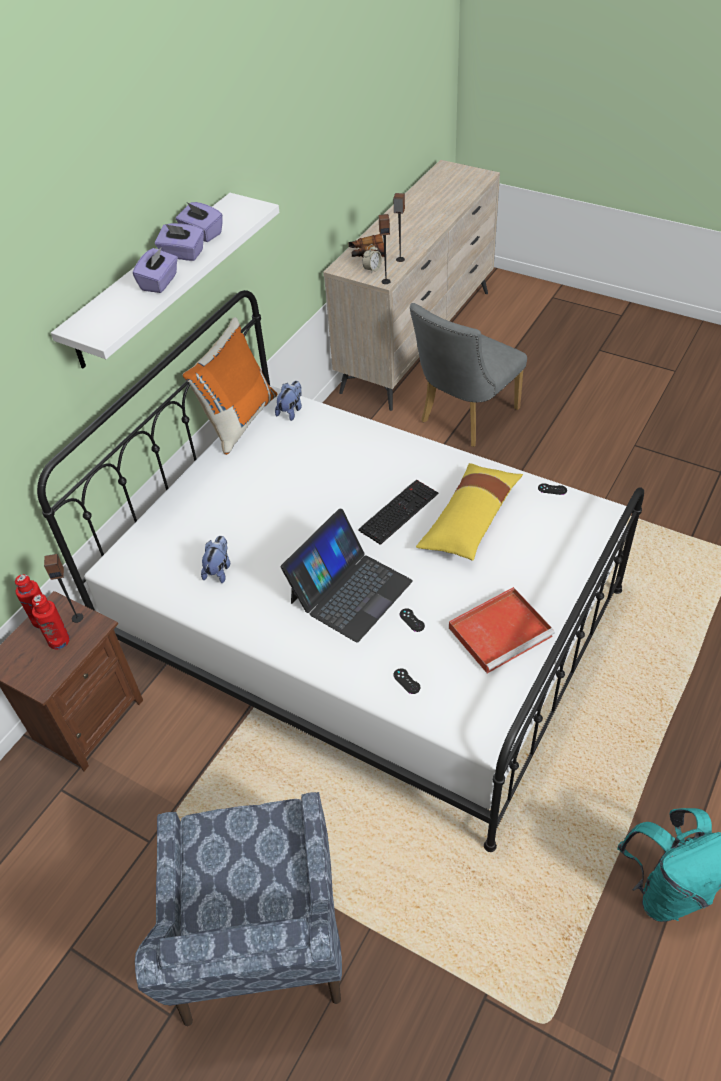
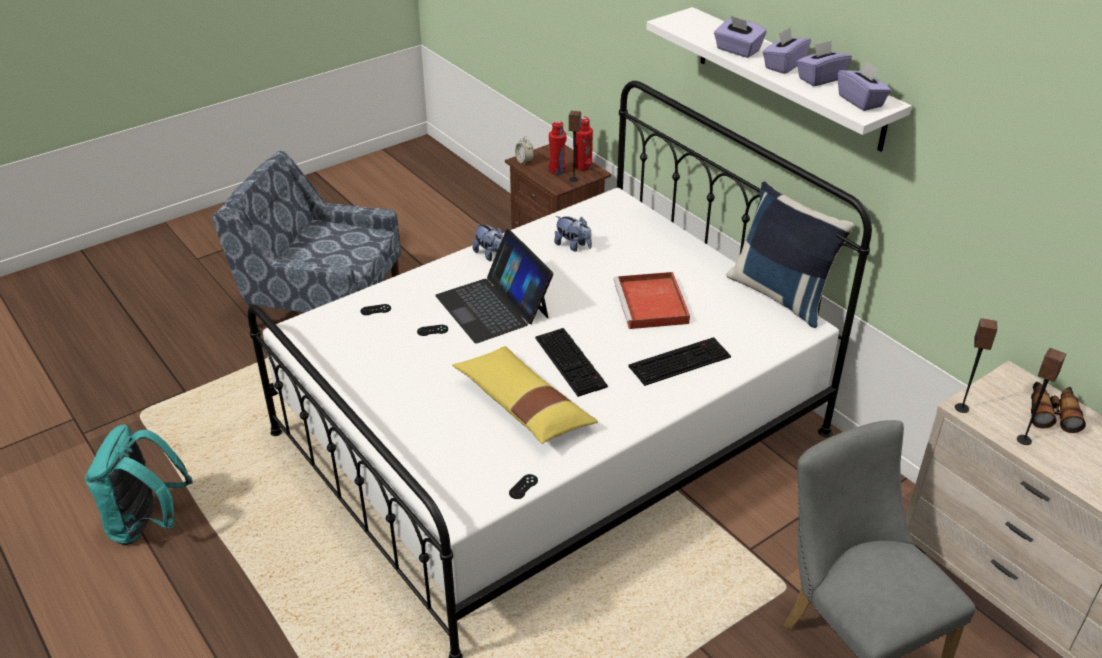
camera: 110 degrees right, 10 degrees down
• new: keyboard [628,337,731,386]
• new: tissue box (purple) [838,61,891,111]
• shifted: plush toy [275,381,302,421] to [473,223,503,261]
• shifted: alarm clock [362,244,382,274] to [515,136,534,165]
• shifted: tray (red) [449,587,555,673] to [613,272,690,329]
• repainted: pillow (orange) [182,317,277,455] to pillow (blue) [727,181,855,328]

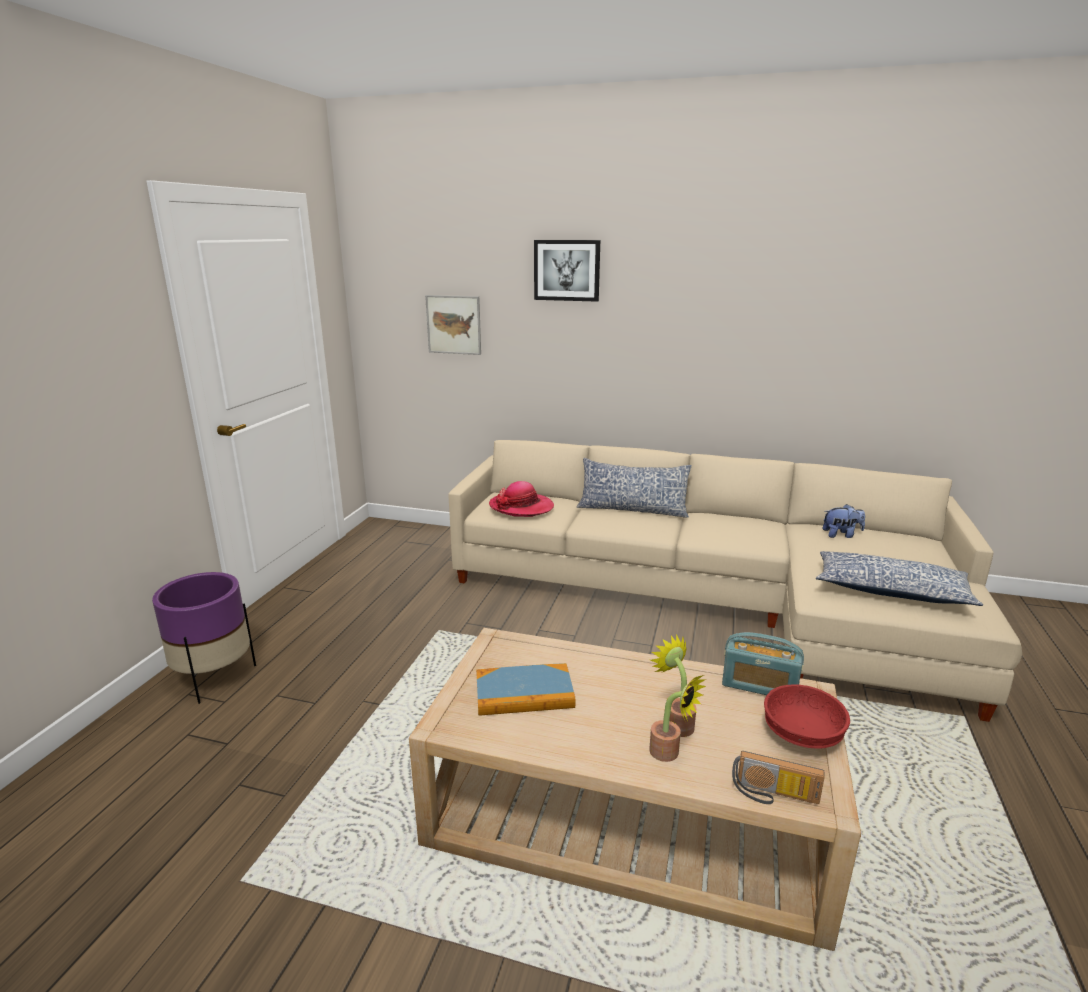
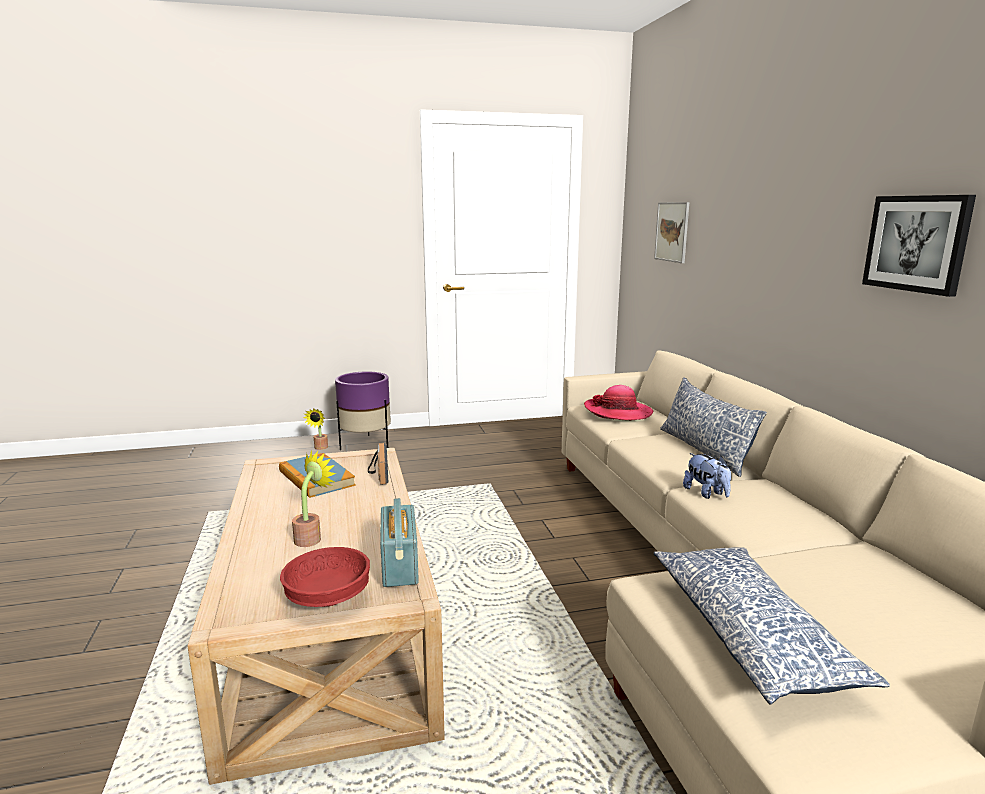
camera: 60 degrees right, 5 degrees down
• shifted: picture [534,240,600,302] to [862,195,976,297]
• shifted: potted plant [649,675,707,762] to [304,408,328,450]
• shifted: radio [732,751,825,804] to [368,443,388,485]
• shifted: plush toy [823,504,865,538] to [683,453,731,499]

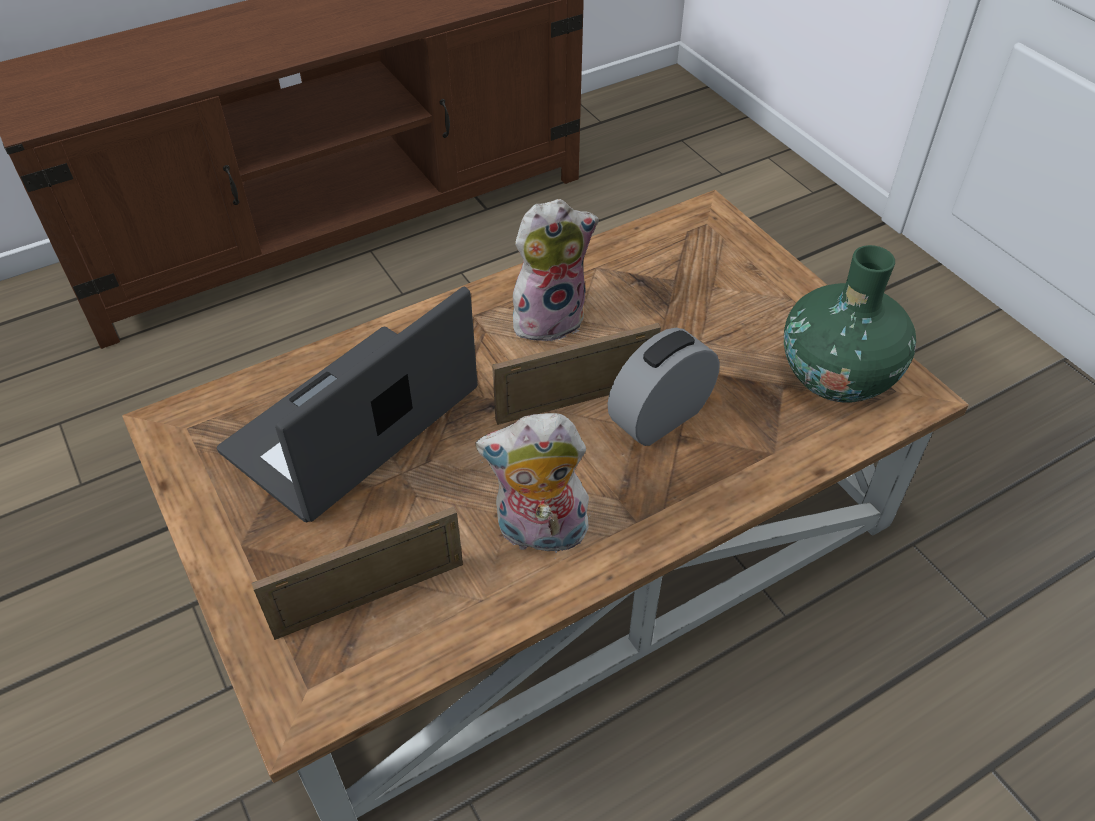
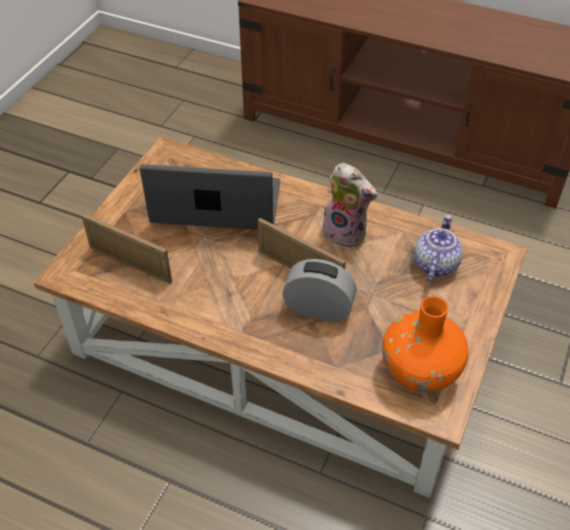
camera: 55 degrees right, 0 degrees up
• gone: plush toy [476,413,590,559]
• new: teapot [414,215,463,282]
• repainted: vase (green) [784,245,916,403] to vase (orange) [382,296,469,393]

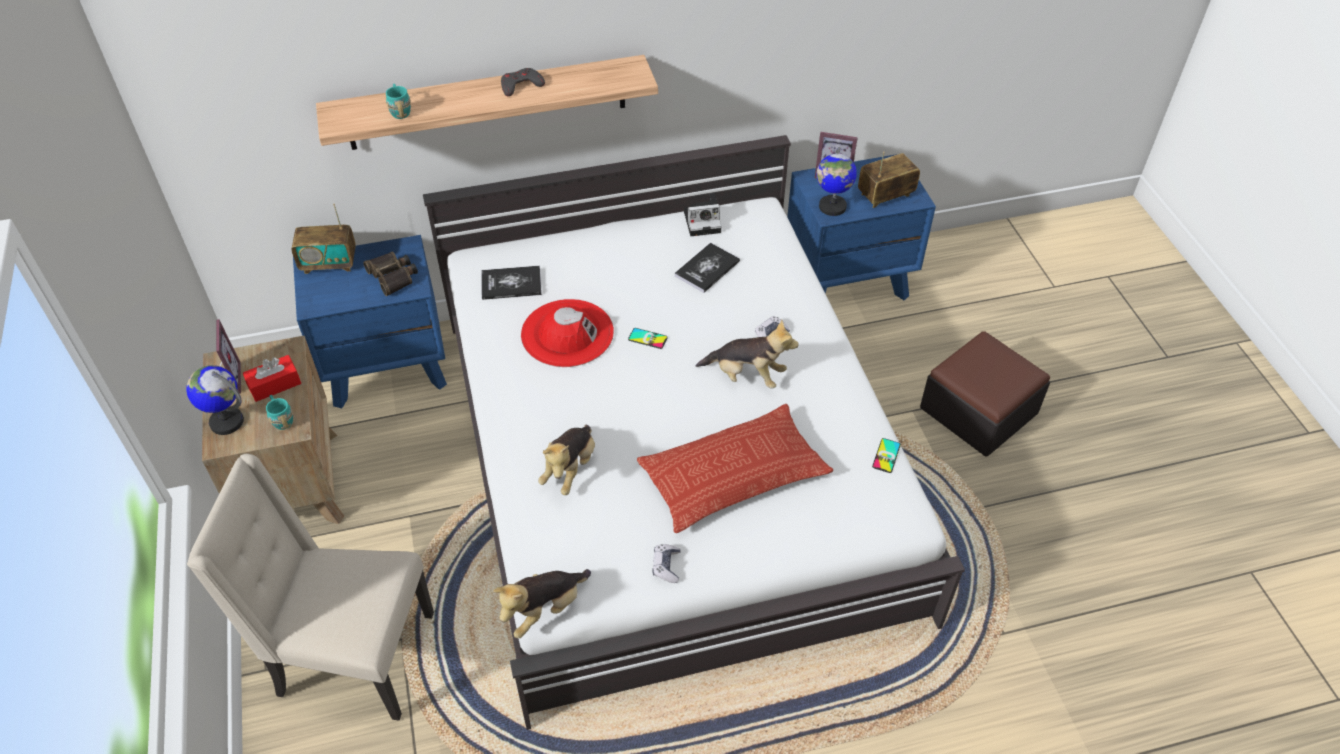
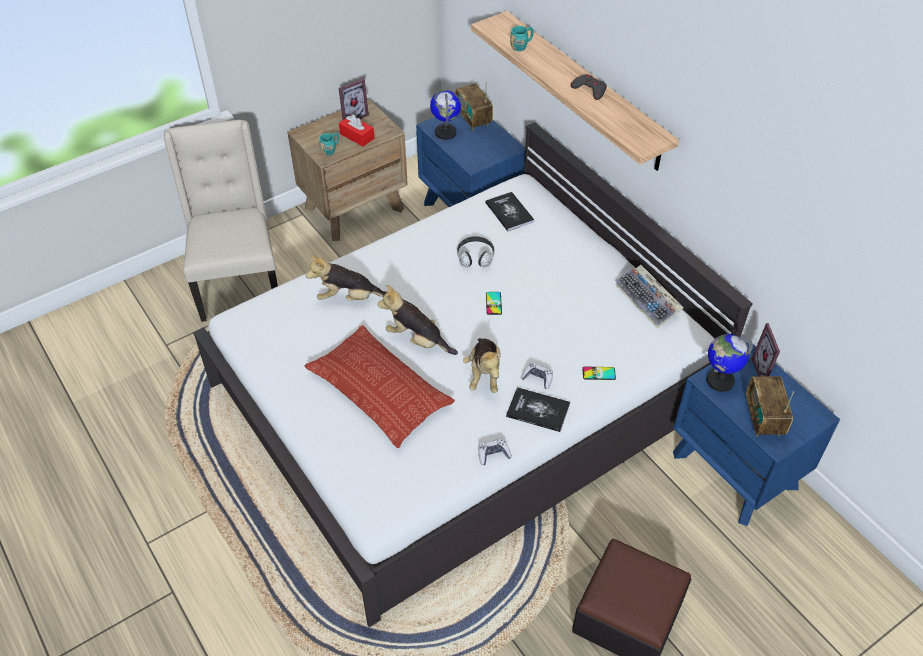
camera: 70 degrees right, 0 degrees up
• gone: binoculars [363,251,418,296]
• shifted: globe [186,365,244,435] to [430,90,461,140]
• shifted: plush toy [494,569,591,638] to [377,285,458,355]
• shifted: game controller [652,544,680,583] to [478,439,512,465]
• shifted: book [675,243,740,293] to [506,387,570,432]
• shifted: phone [872,438,901,473] to [582,367,616,380]
• swapped: hat (red) [521,299,614,367] to headphones [457,236,495,267]
• swapped: photo camera [684,193,722,236] to keyboard [615,265,684,328]
• rotated: radio [858,152,920,208] = [746,376,794,437] 135 degrees counterclockwise

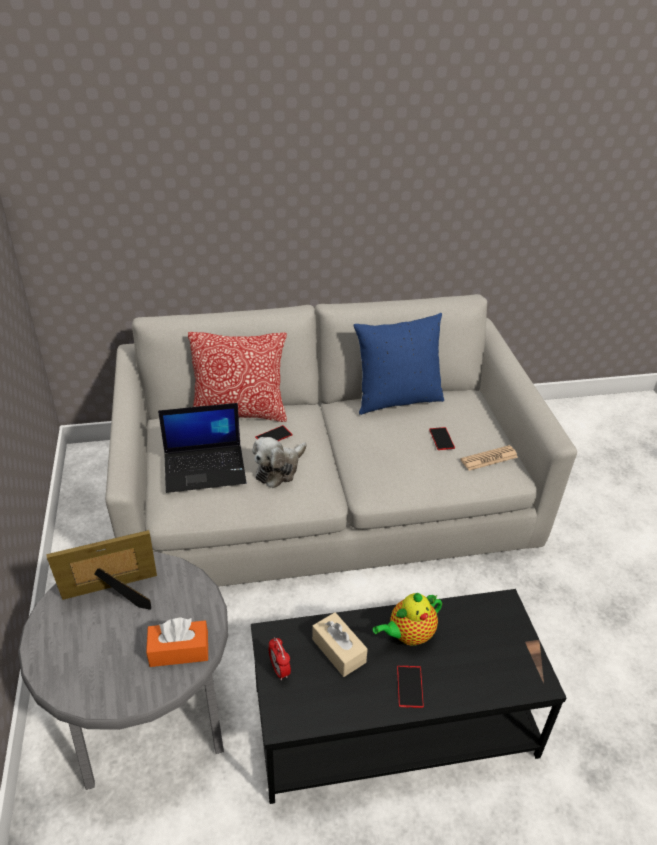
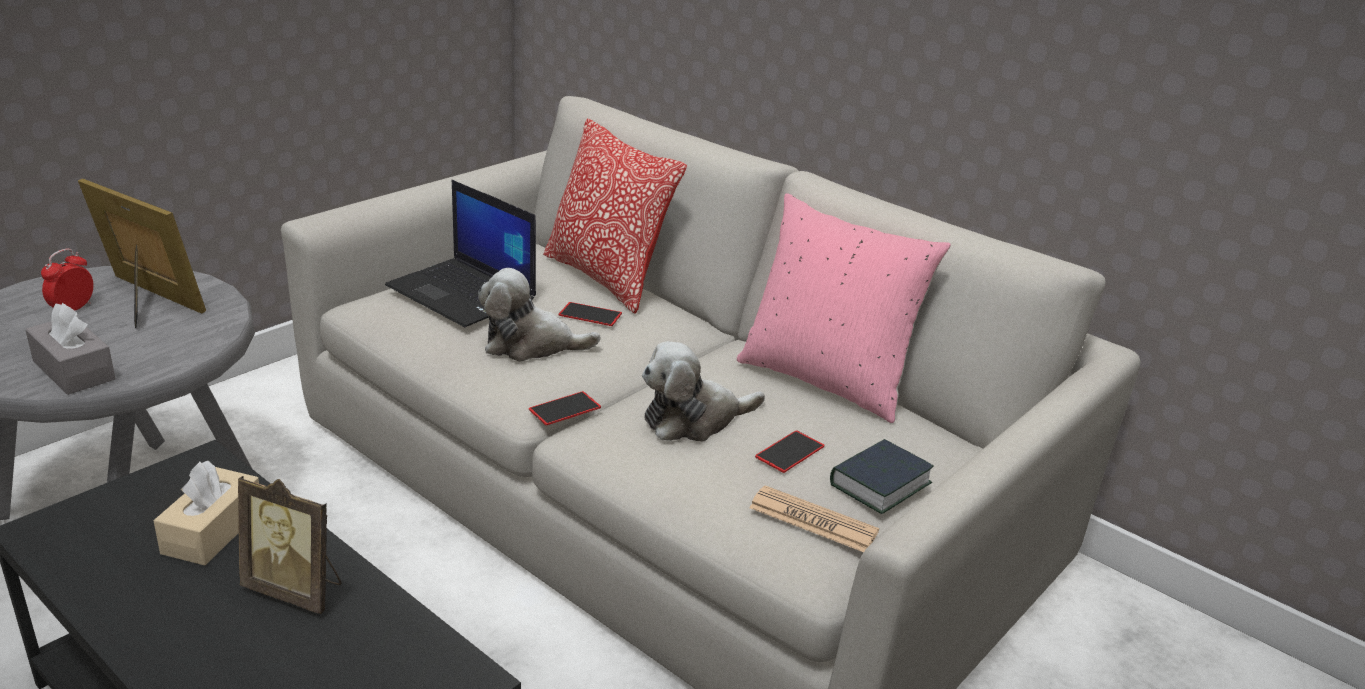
camera: 50 degrees right, 10 degrees down
• new: plush toy [642,341,765,442]
• new: book [830,439,934,514]
• shifted: alarm clock [269,637,291,680] to [41,249,94,311]
• shifted: phone [397,665,424,708] to [529,391,601,425]
• swapped: teapot [373,593,442,646] to picture frame [238,476,342,614]
• repainted: tissue box (orange) [146,617,208,667] to tissue box (grey) [25,303,115,395]
• repainted: pillow (blue) [353,313,444,415] to pillow (pink) [737,193,951,423]

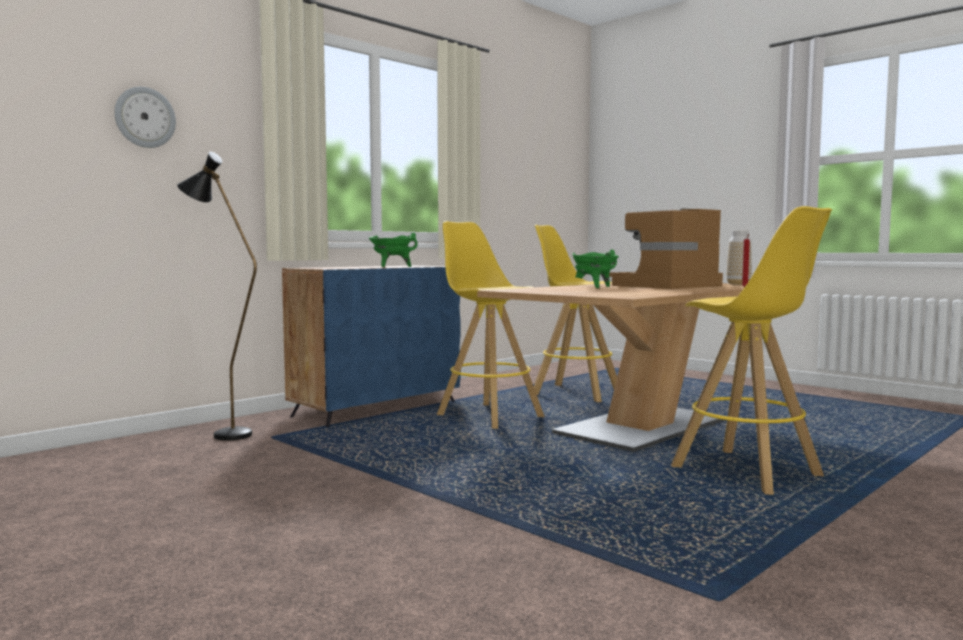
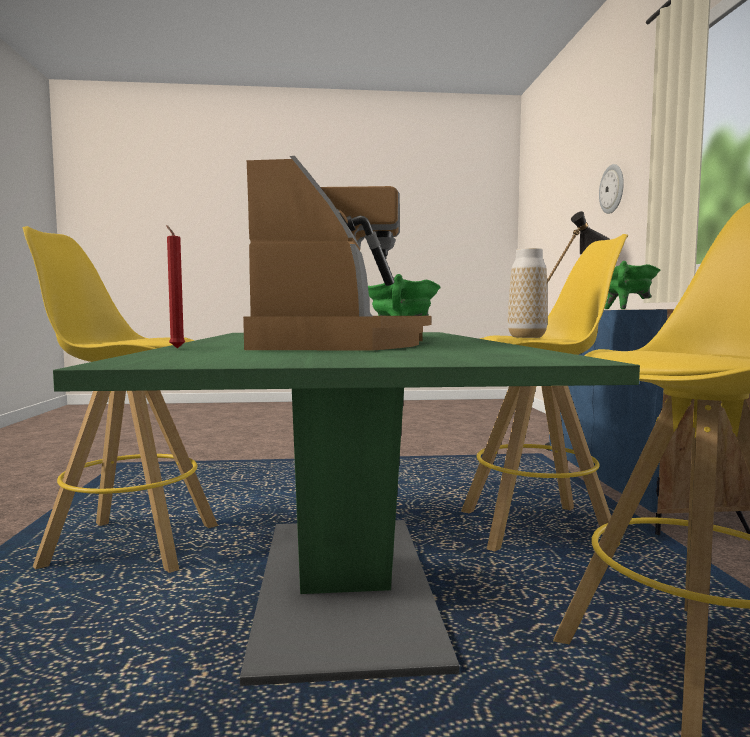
camera: 130 degrees right, 0 degrees up
• shifted: vase [726,230,752,285] to [508,248,548,338]
• repainted: dining table (brown) [477,283,744,452] to dining table (green) [53,332,640,686]

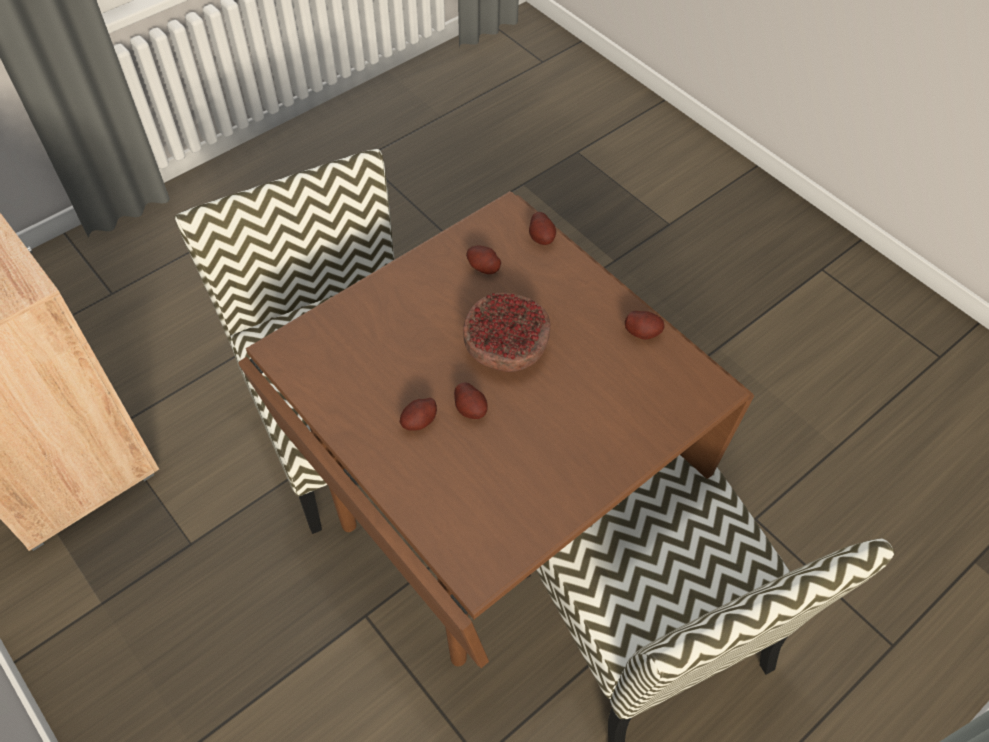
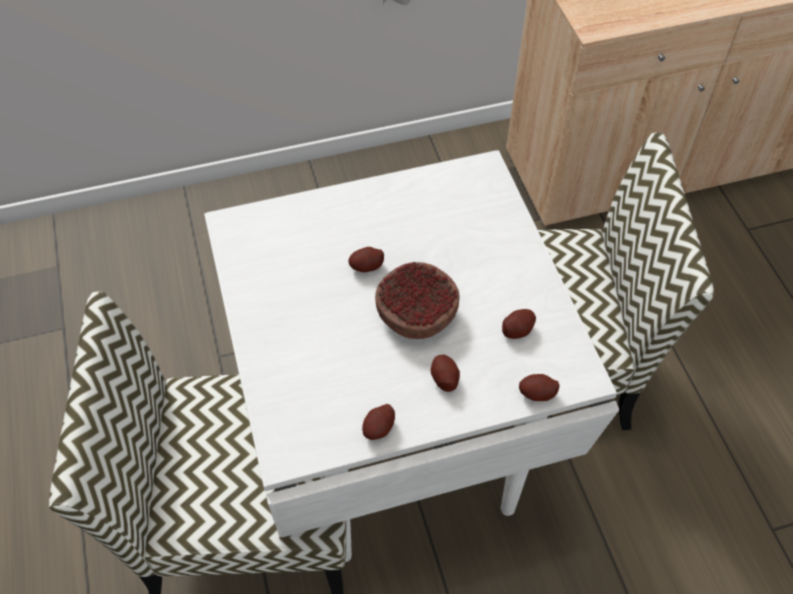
camera: 115 degrees right, 0 degrees up
• shifted: potato [400,398,437,431] to [431,355,460,392]
• repainted: dining table (brown) [238,191,754,668] to dining table (white) [204,150,619,562]

